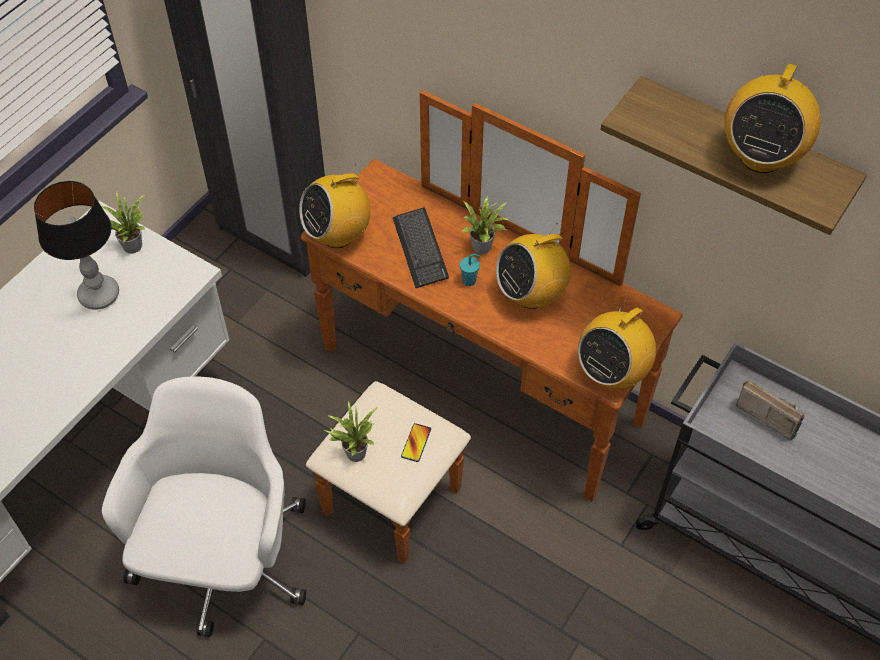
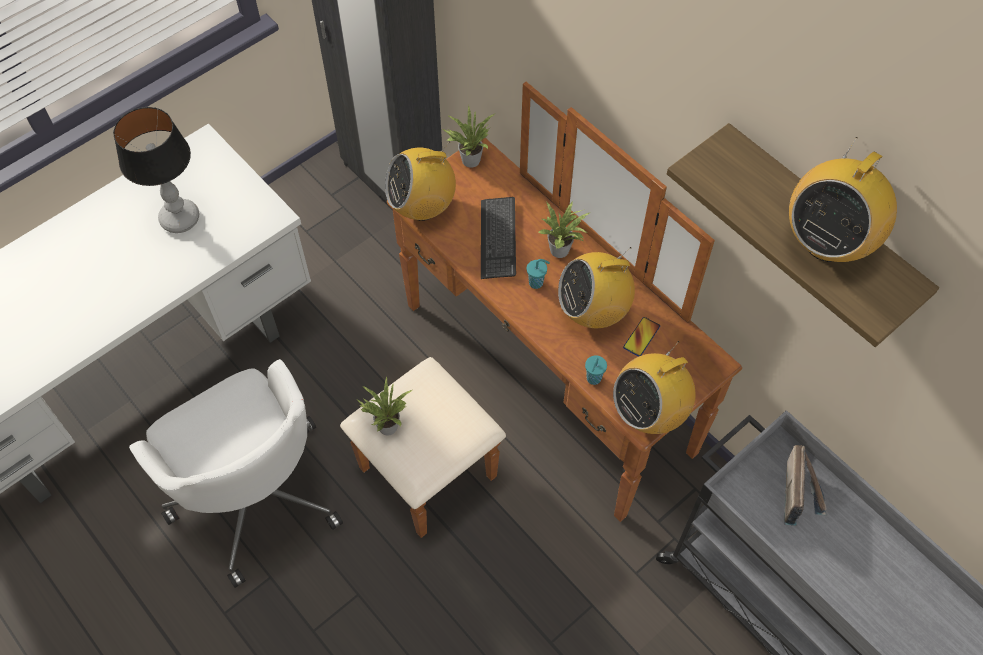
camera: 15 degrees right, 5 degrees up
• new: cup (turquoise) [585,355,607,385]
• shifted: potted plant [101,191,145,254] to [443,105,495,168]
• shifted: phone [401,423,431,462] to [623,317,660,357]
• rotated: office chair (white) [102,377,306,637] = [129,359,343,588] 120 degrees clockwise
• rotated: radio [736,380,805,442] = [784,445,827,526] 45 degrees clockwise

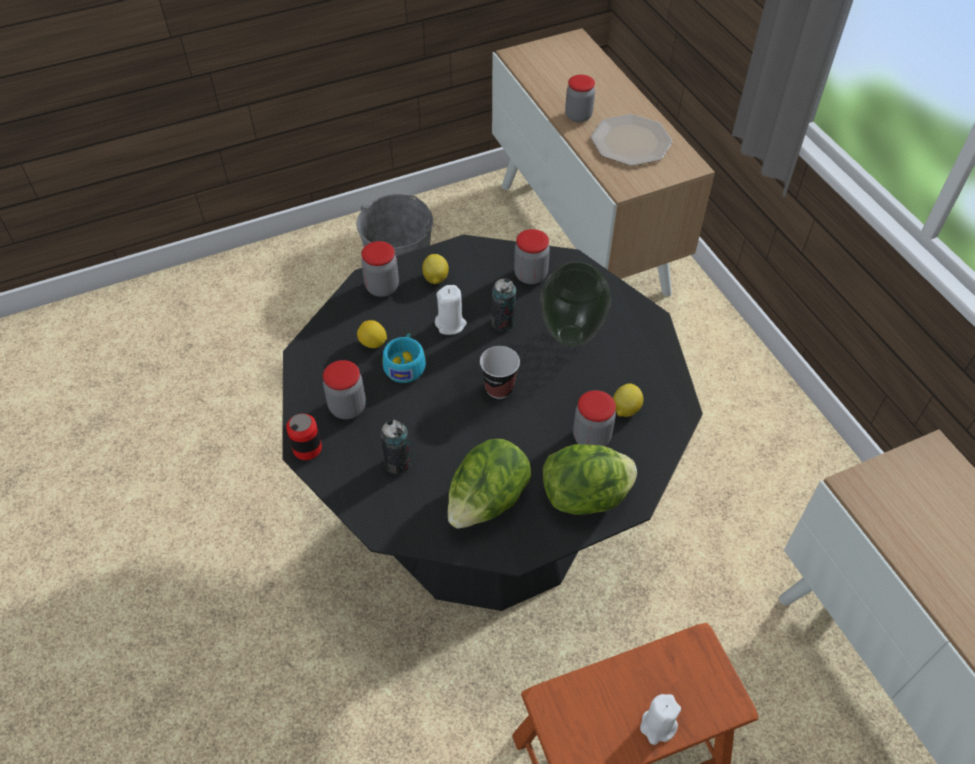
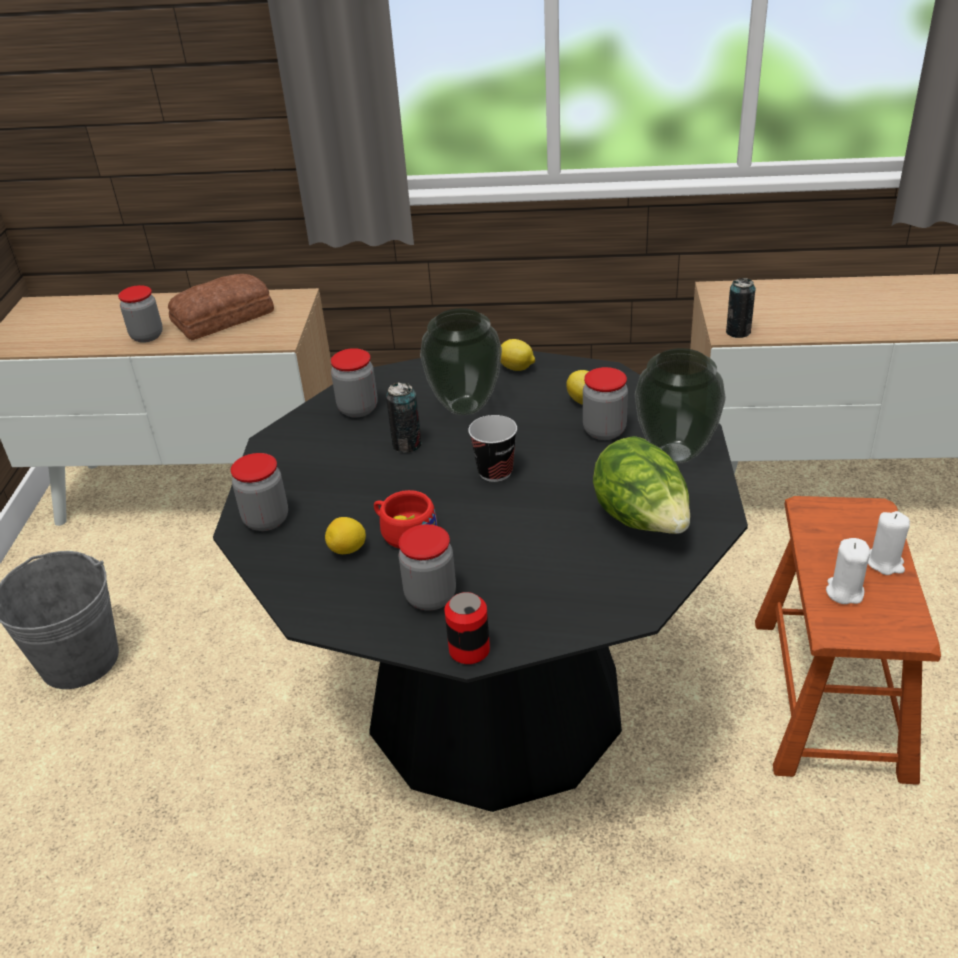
camera: 60 degrees left, 15 degrees down
• shifted: can [380,419,411,474] to [726,278,756,338]
• shifted: lemon [422,254,449,284] to [501,339,535,371]
• shifted: candle (white) [435,285,467,335] to [826,538,870,604]
• swapped: lettuce [543,444,637,515] to vase [635,348,726,464]
• swapped: plate [591,114,672,166] to bread [168,274,274,340]
• repainted: cup (turquoise) [383,333,426,383] to cup (red) [374,490,437,549]

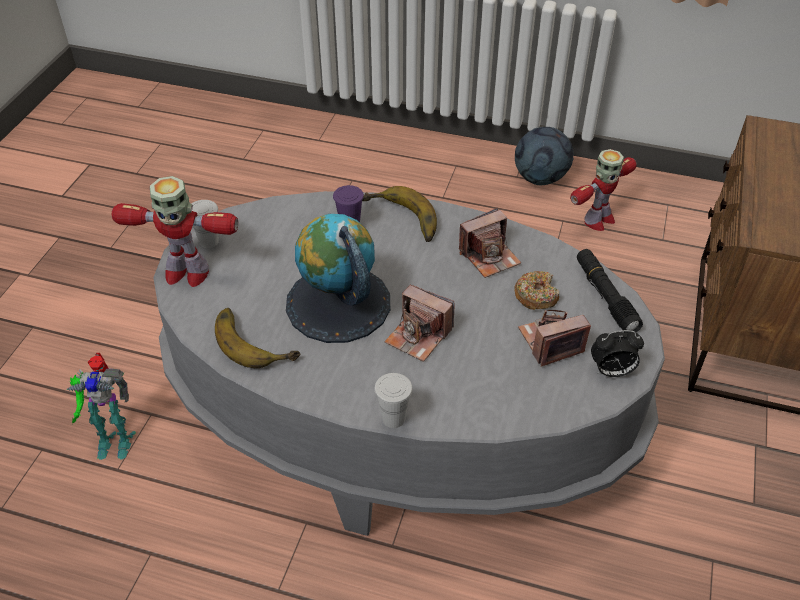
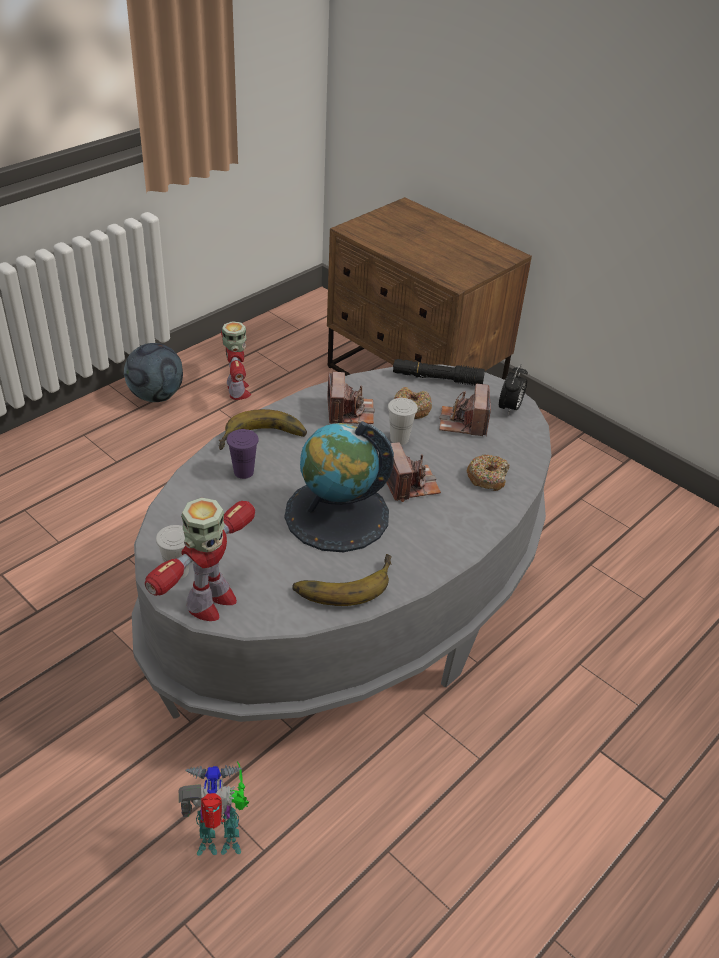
camera: 65 degrees left, 5 degrees down
• new: donut [467,455,510,491]
• shifted: cup (white) [375,373,412,428] to [388,398,418,445]
• rotated: toy robot [67,352,136,460] = [179,761,249,856] 120 degrees counterclockwise
• rotated: photo camera [384,285,454,362] = [386,442,441,502] 75 degrees counterclockwise

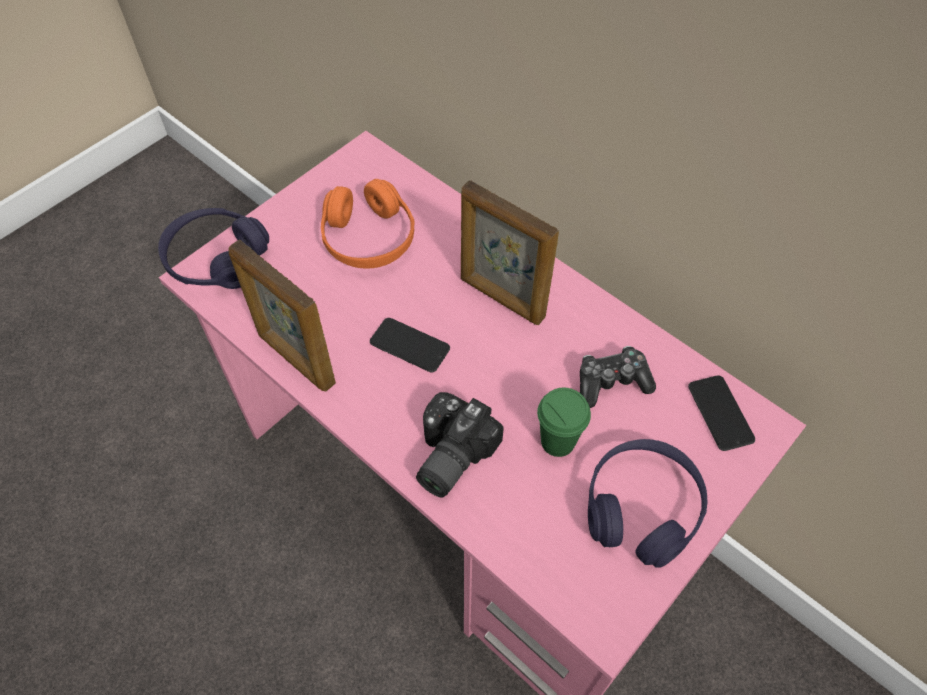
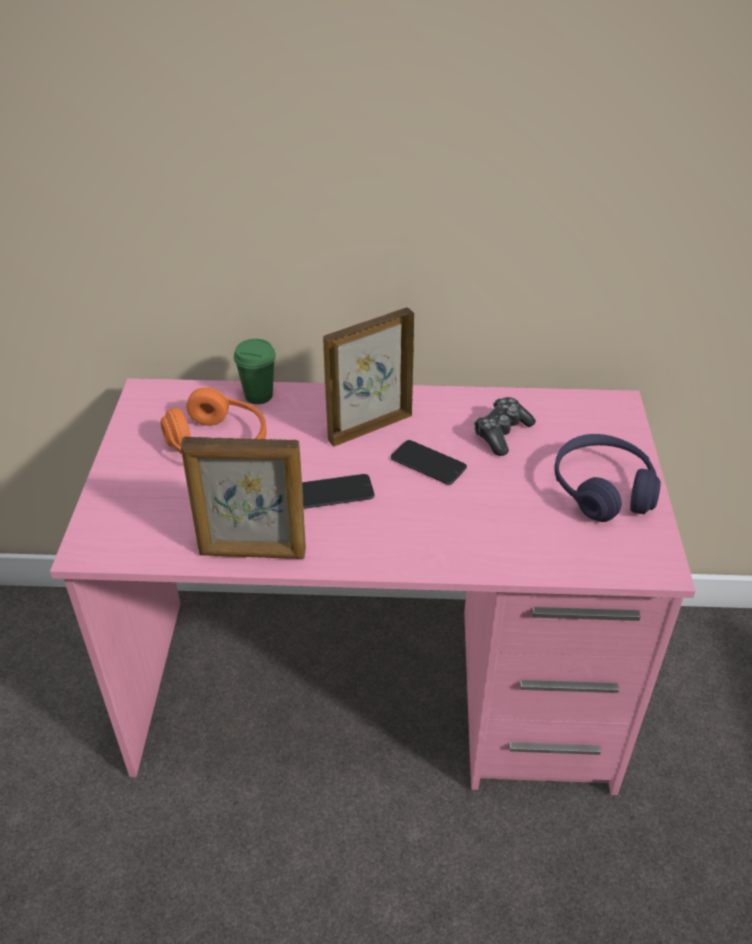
camera: 40 degrees left, 15 degrees down
• gone: headphones (purple) [158,208,269,289]
• gone: photo camera [416,392,504,498]
• shifted: cup (green) [537,388,591,457] to [234,339,276,404]
• shifted: phone [688,375,755,451] to [391,440,467,485]
• rotated: picture frame [461,180,559,325] = [323,307,414,446] 150 degrees clockwise

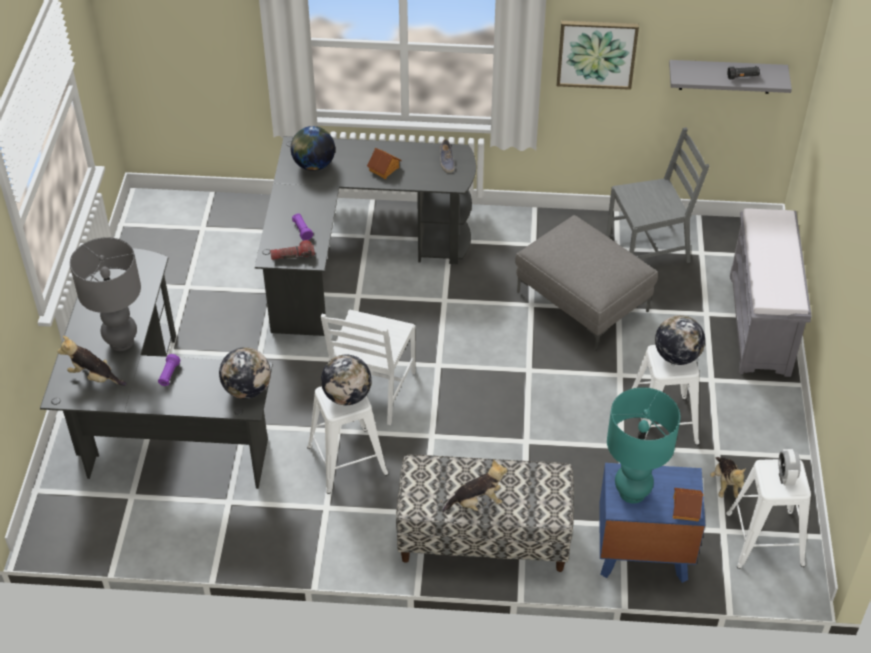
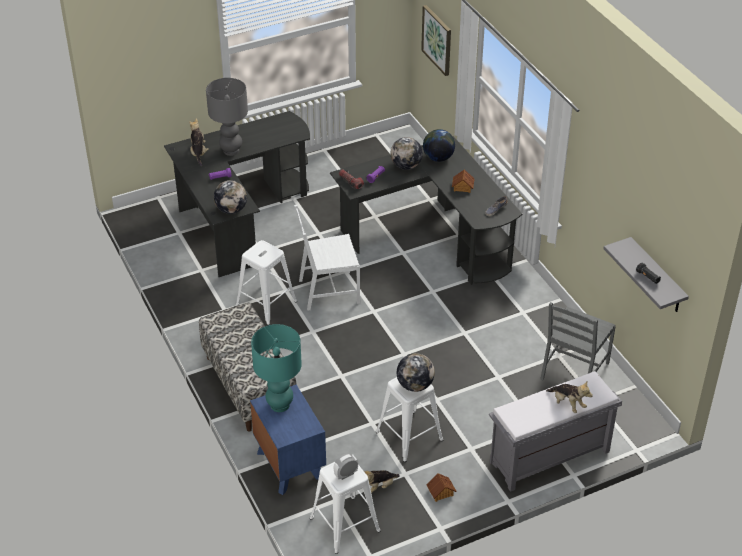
camera: 60 degrees right, 5 degrees down
• gone: ottoman (grey) [515,215,658,351]
• shifted: globe [321,355,372,405] to [390,137,423,170]
• shifted: plush toy [442,459,508,512] to [546,382,593,413]
• shifted: picture [557,21,639,90] to [421,5,451,76]
• shifted: toy house [673,488,703,522] to [427,473,456,502]
• rotated: chair (grey) [606,128,710,263] = [540,302,616,381] 75 degrees clockwise

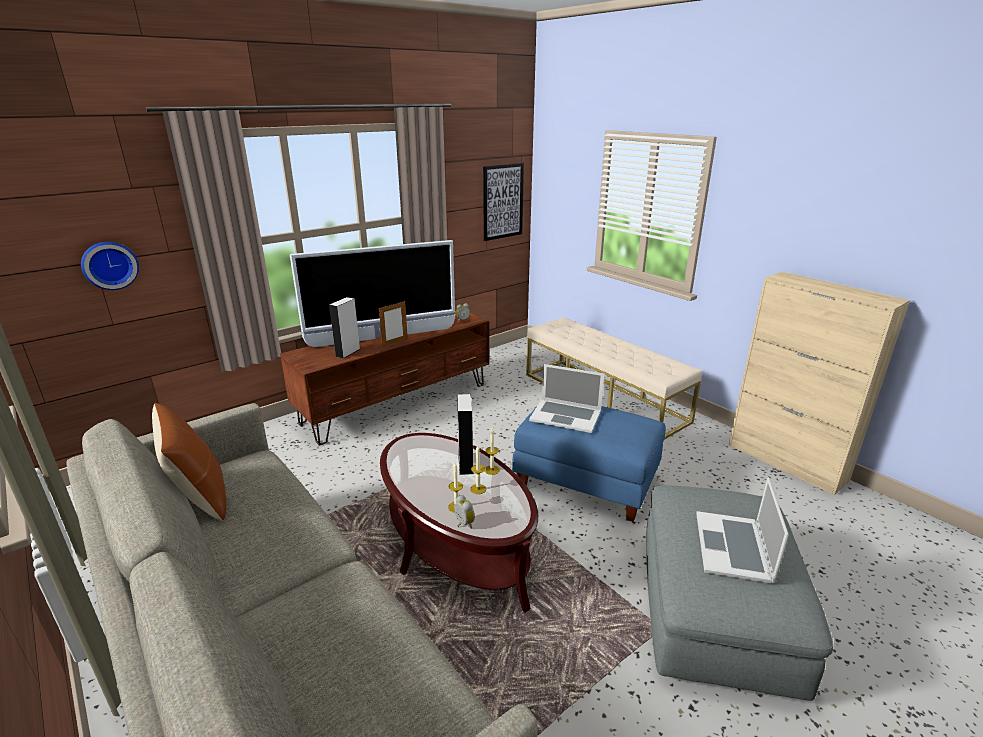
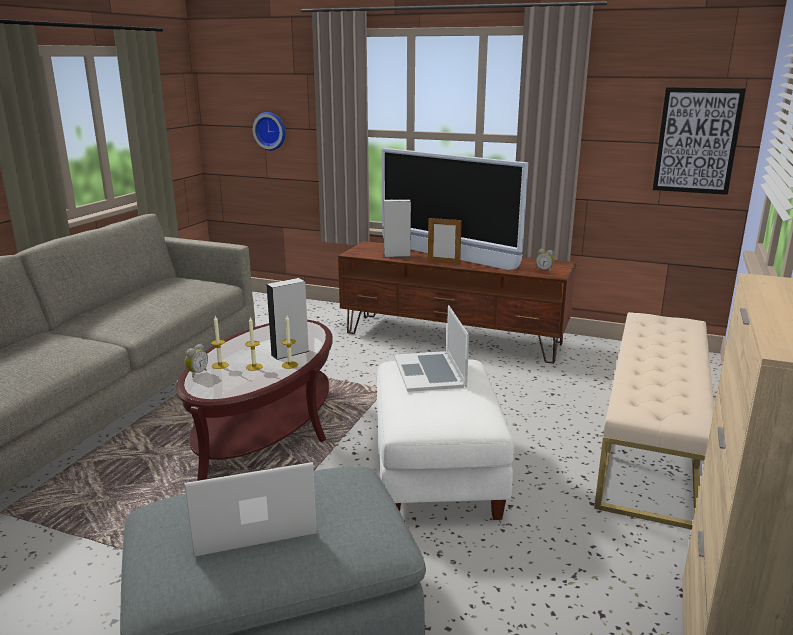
camera: 60 degrees right, 5 degrees down
• gone: pillow (brown) [152,403,226,521]
• repainted: ottoman (blue) [512,406,666,522] to ottoman (white) [377,359,514,520]

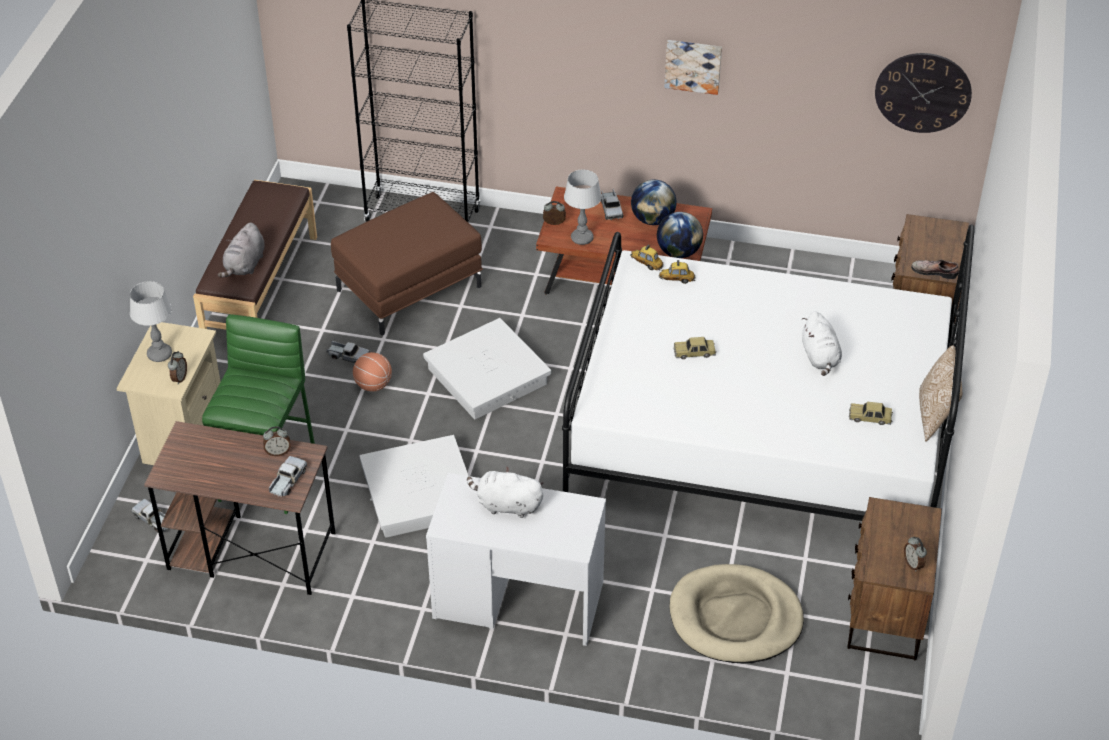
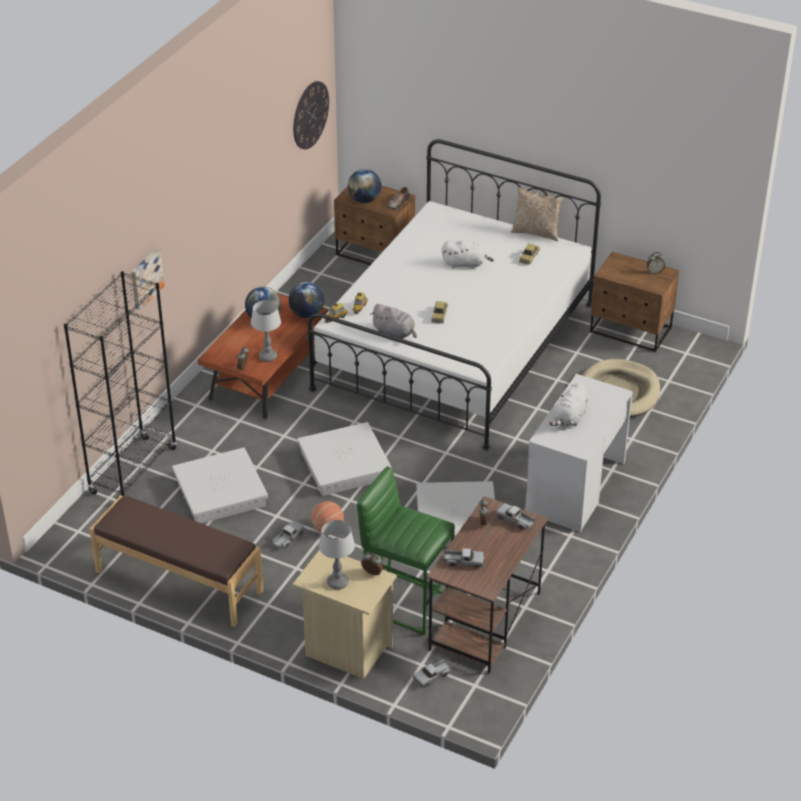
camera: 75 degrees left, 5 degrees down
• new: globe [348,169,382,203]
• shifted: plush toy (grey) [218,222,265,278] to [370,304,417,339]
• shifted: toy truck [601,189,623,220] to [444,548,484,569]
• shifted: picture [664,40,722,95] to [131,248,164,310]
• swapped: ottoman (brown) [331,192,483,335] to storage box (white) [172,448,268,523]

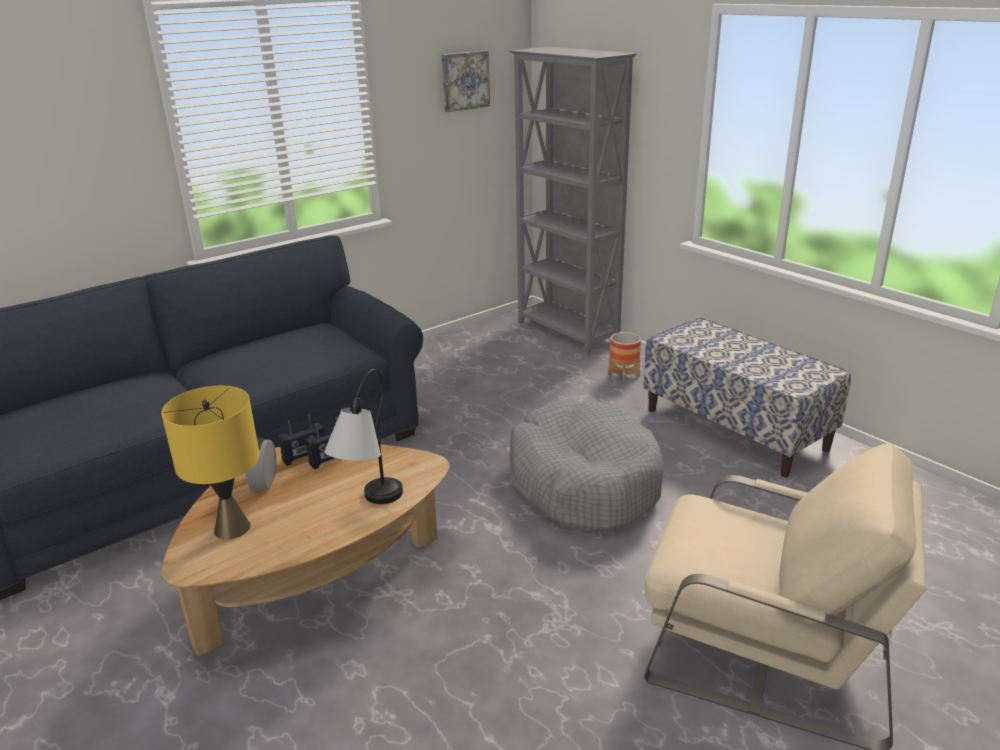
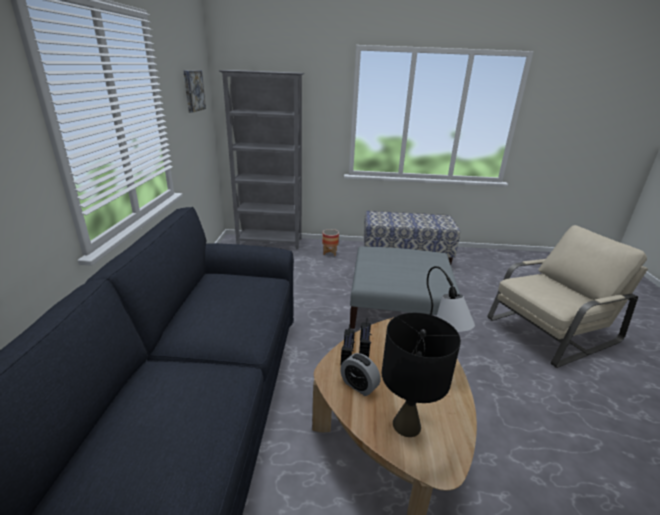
camera: 50 degrees left, 0 degrees up
• swapped: dog bed (grey) [509,399,664,531] to ottoman (grey) [350,246,460,329]
• repainted: table lamp (yellow) [161,386,260,539] to table lamp (black) [381,313,461,437]

